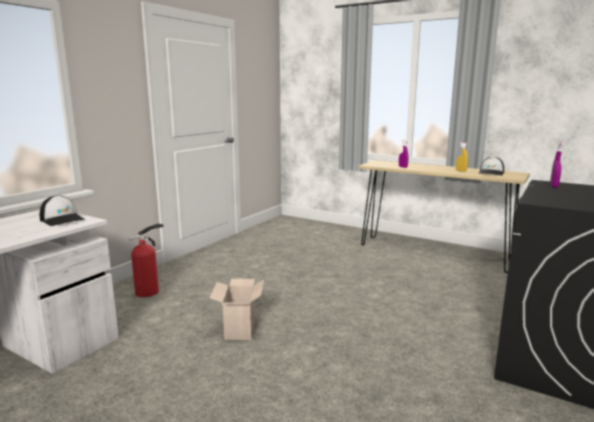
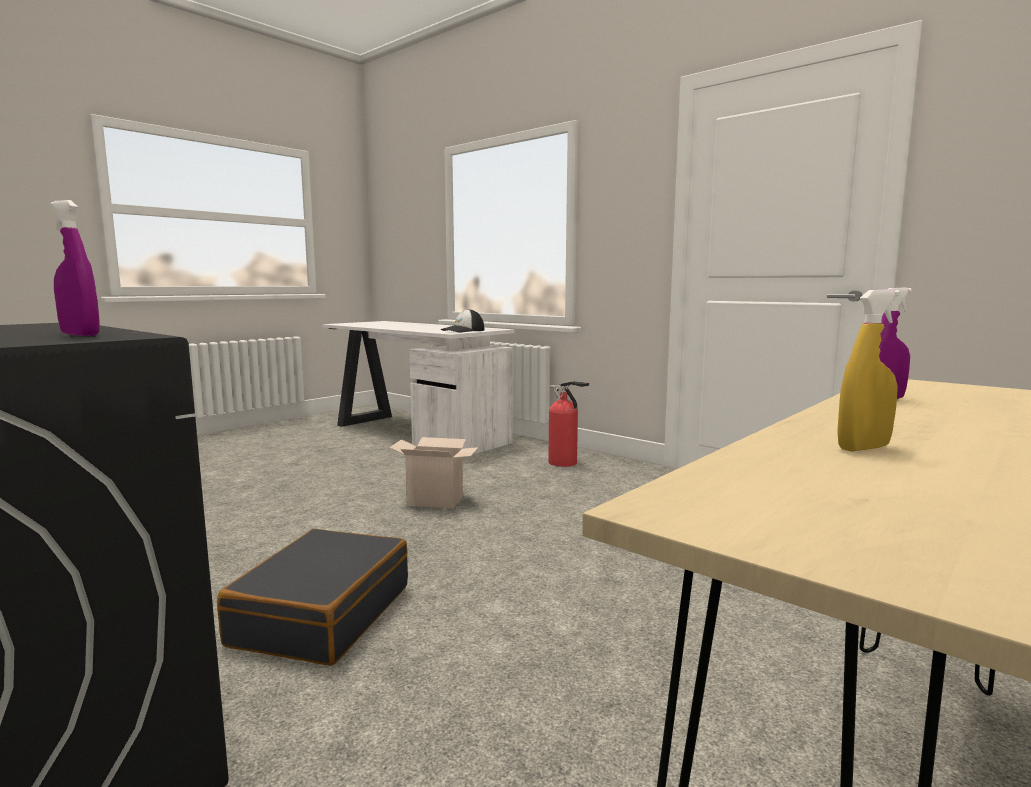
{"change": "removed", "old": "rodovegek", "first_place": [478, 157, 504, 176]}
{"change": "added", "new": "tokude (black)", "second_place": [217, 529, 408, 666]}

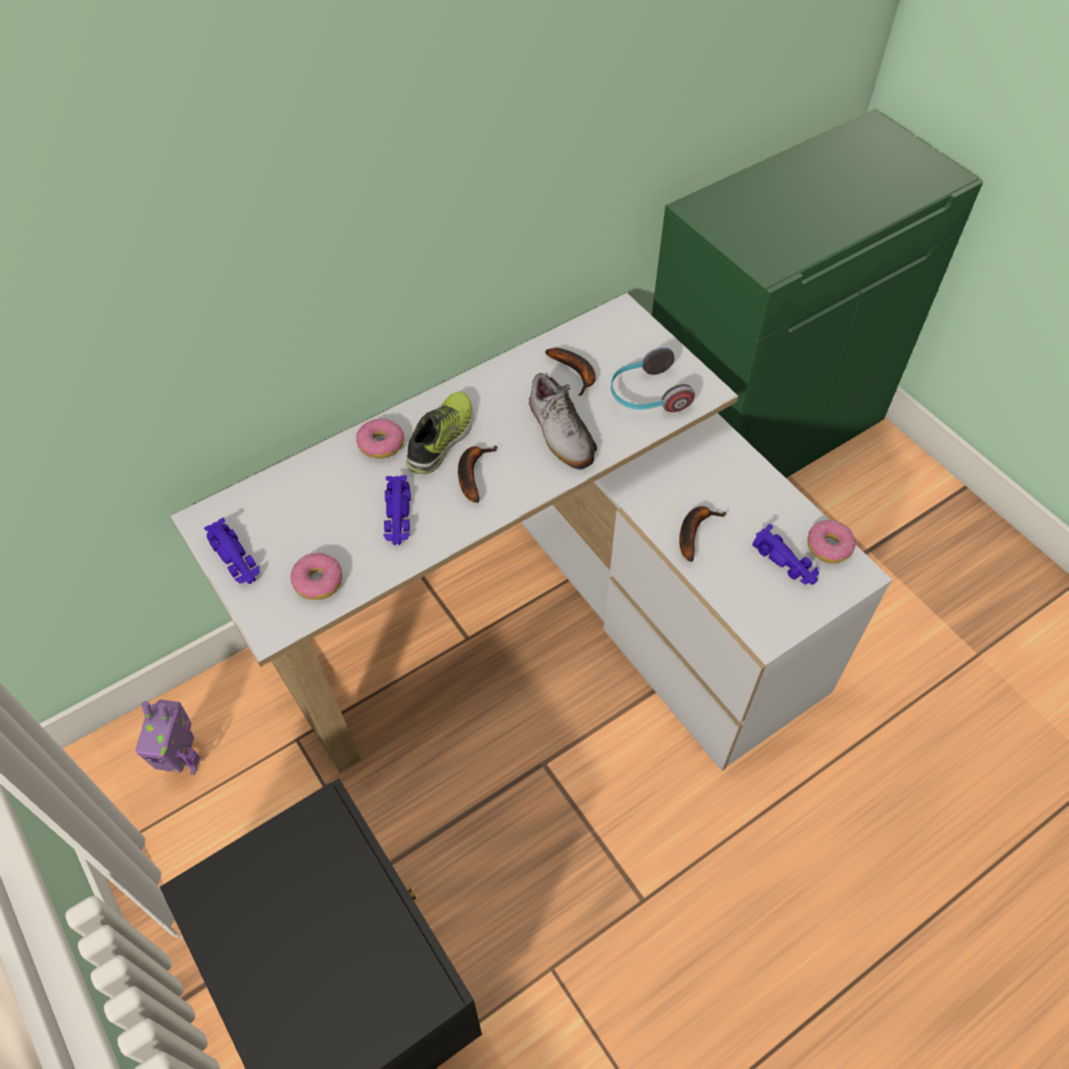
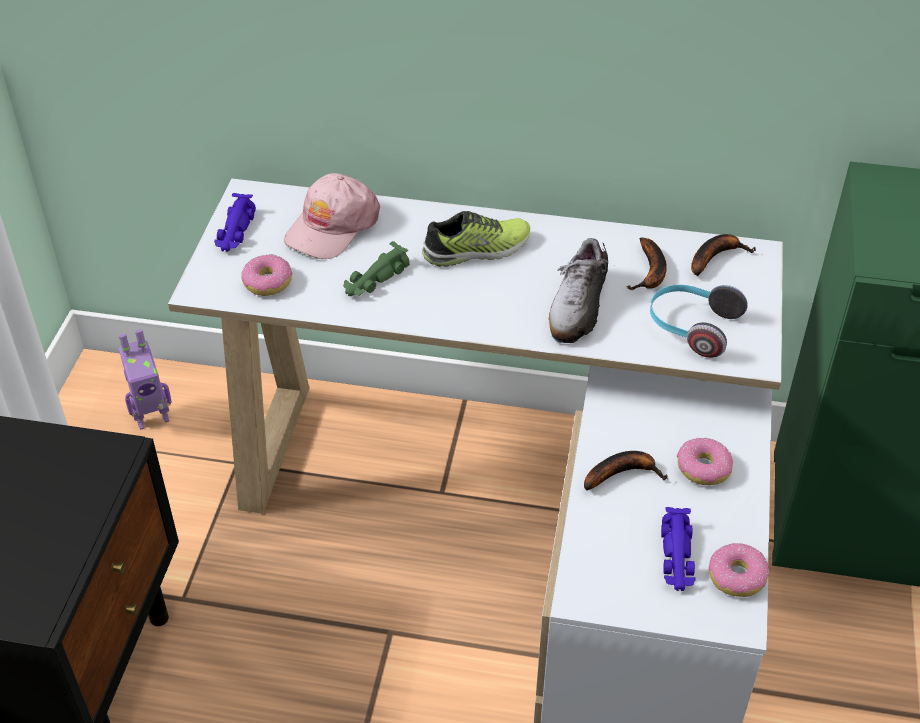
{"change": "added", "new": "rodovegek (pink)", "second_place": [284, 173, 380, 259]}
{"change": "moved", "old": "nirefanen", "first_place": [356, 419, 404, 459], "second_place": [677, 438, 733, 485]}
{"change": "moved", "old": "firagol", "first_place": [458, 446, 498, 503], "second_place": [691, 234, 755, 276]}
{"change": "recoloured", "old": "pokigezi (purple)", "new": "pokigezi (green)", "first_place": [383, 475, 411, 545], "second_place": [343, 241, 410, 296]}
{"change": "turned", "old": "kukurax", "first_place": [135, 699, 201, 775], "second_place": [119, 329, 172, 430], "degrees": -75}

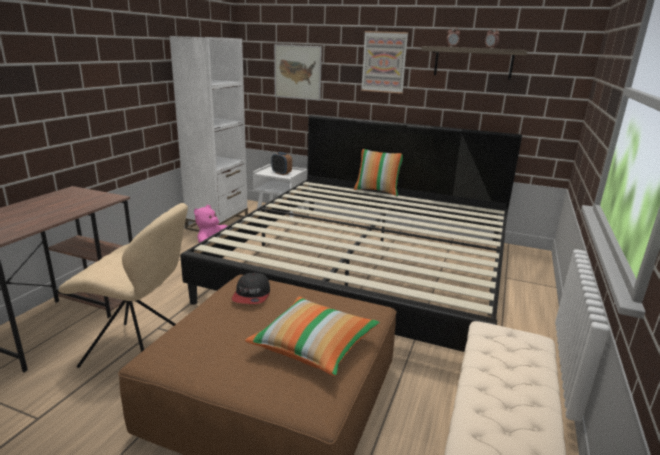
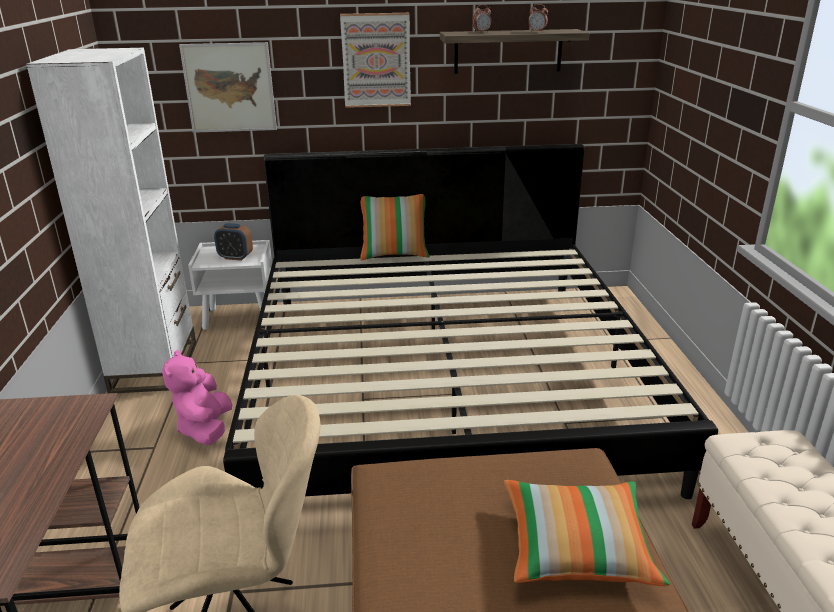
{"change": "removed", "old": "rodovegek", "first_place": [232, 273, 270, 304]}

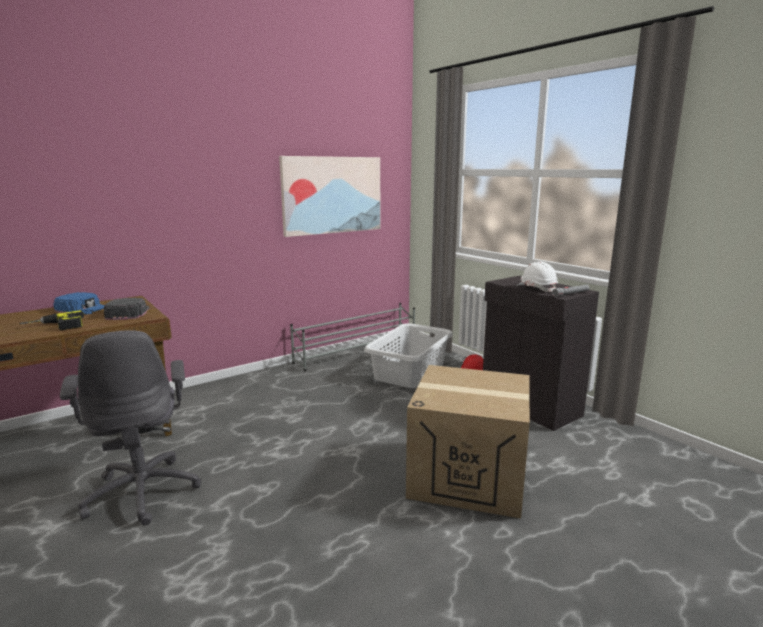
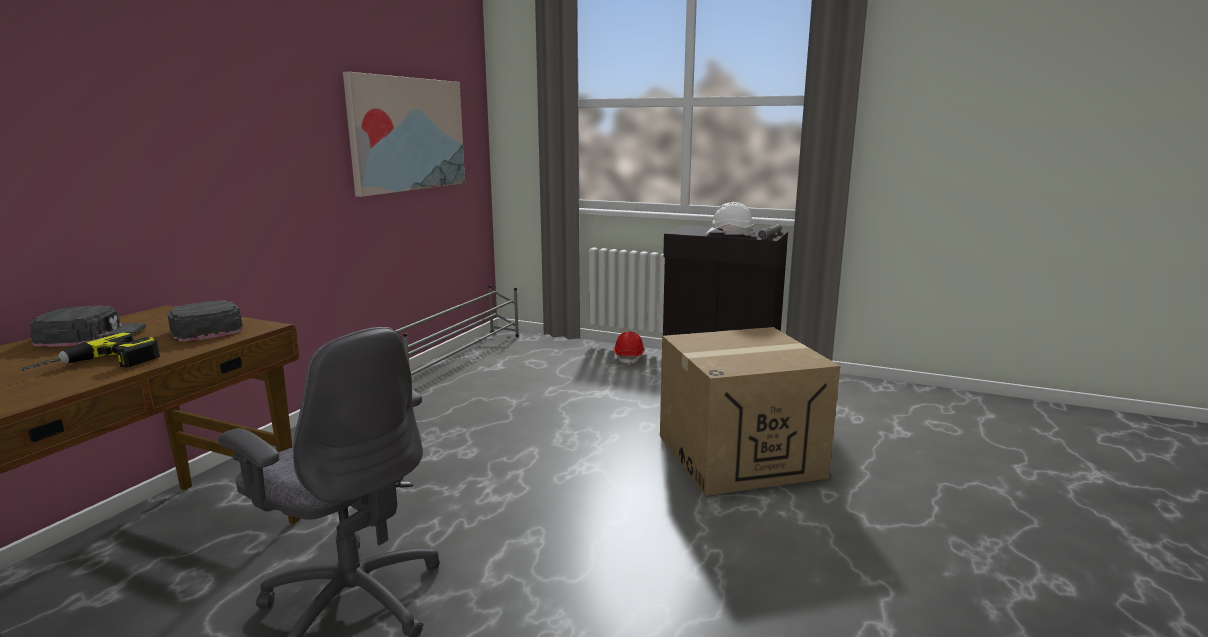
{"change": "removed", "old": "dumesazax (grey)", "first_place": [364, 323, 453, 388]}
{"change": "recoloured", "old": "rodovegek (blue)", "new": "rodovegek (black)", "first_place": [53, 292, 104, 314], "second_place": [30, 306, 146, 347]}

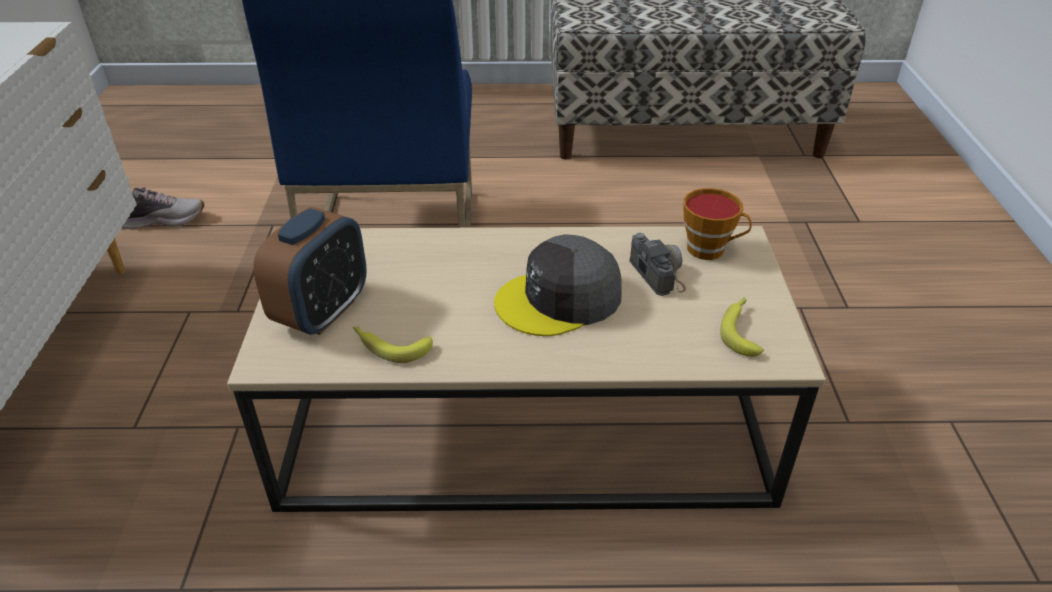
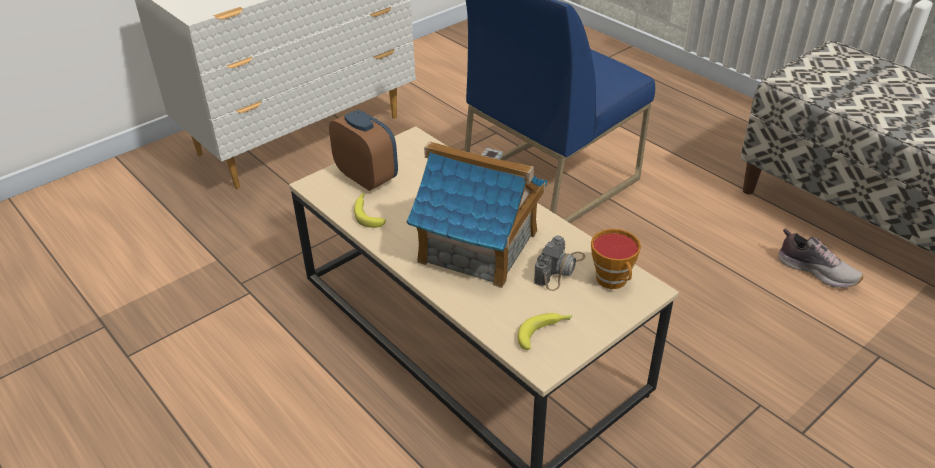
{"change": "moved", "old": "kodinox", "first_place": [122, 187, 204, 229], "second_place": [778, 228, 863, 288]}
{"change": "replaced", "old": "rodovegek (grey)", "new": "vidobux", "first_place": [494, 234, 622, 336], "second_place": [407, 141, 547, 288]}
{"change": "turned", "old": "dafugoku", "first_place": [253, 207, 367, 335], "second_place": [329, 110, 398, 191], "degrees": -120}

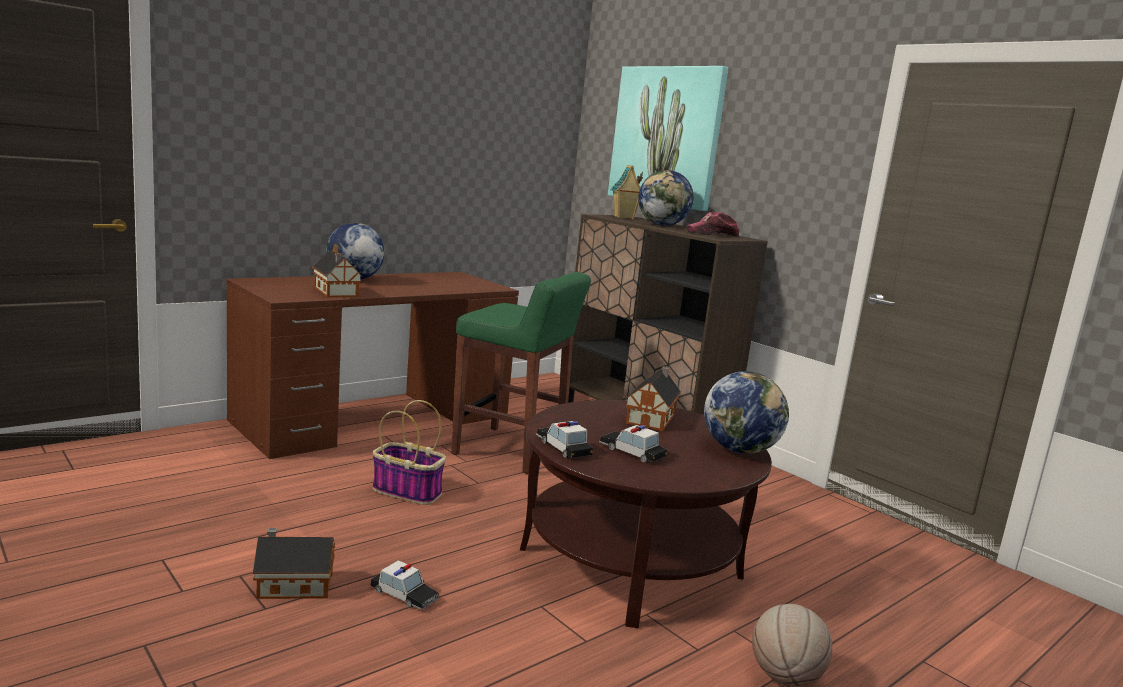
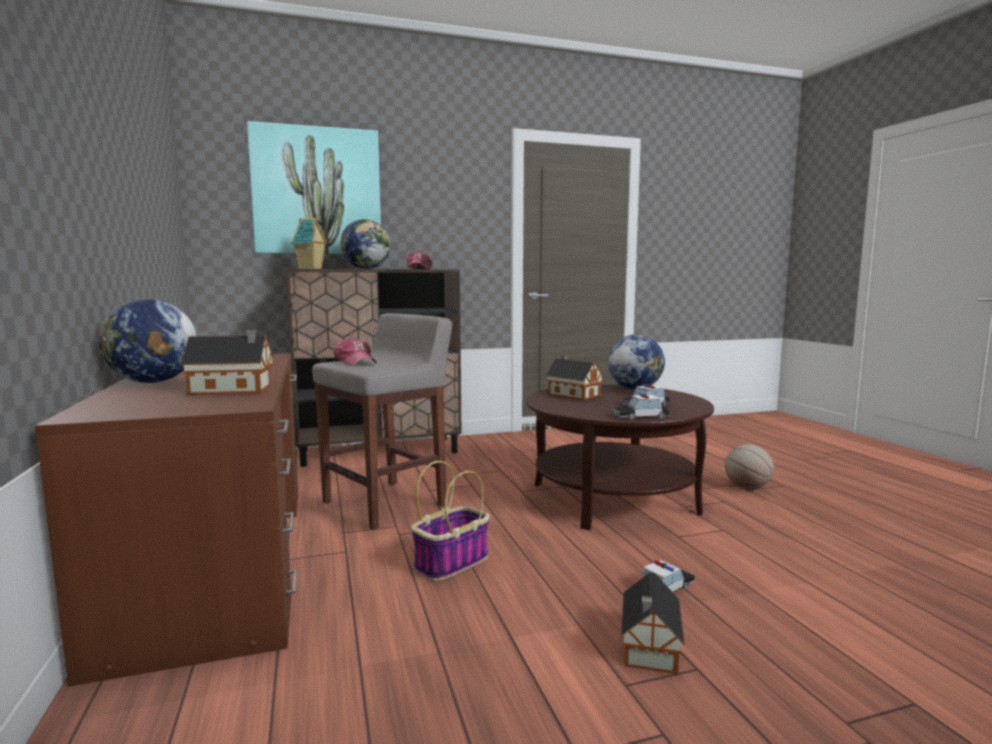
{"change": "added", "new": "rodovegek", "second_place": [333, 337, 377, 366]}
{"change": "recoloured", "old": "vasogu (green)", "new": "vasogu (grey)", "first_place": [451, 272, 591, 474], "second_place": [312, 313, 452, 530]}

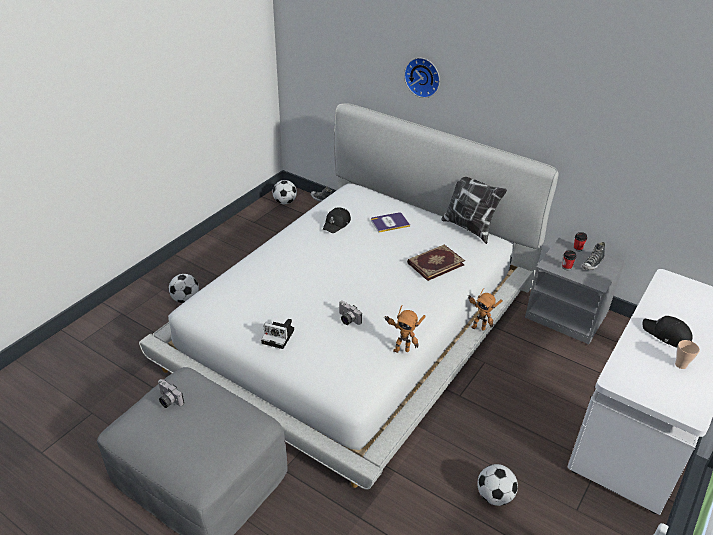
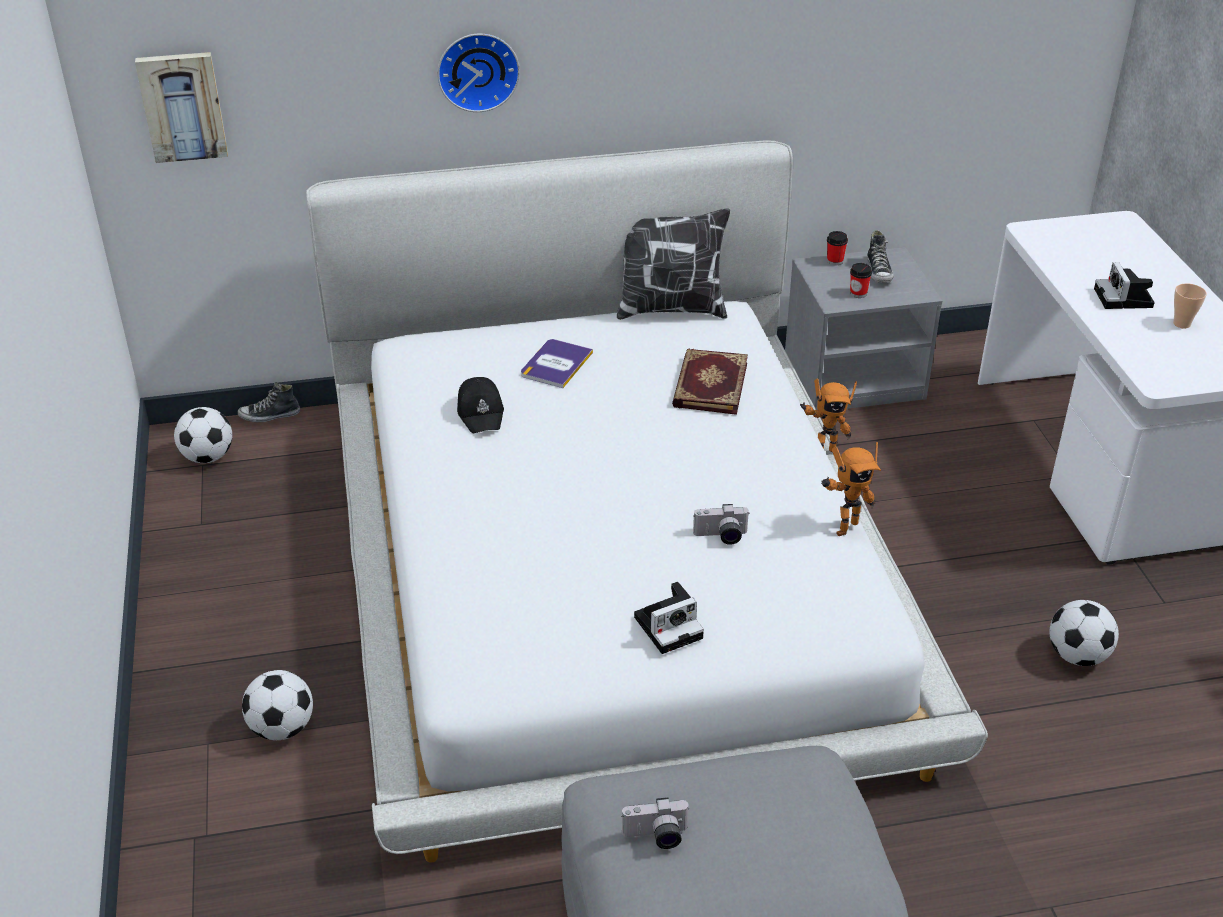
{"change": "added", "new": "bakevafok", "second_place": [135, 52, 228, 163]}
{"change": "replaced", "old": "rodovegek (black)", "new": "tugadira", "first_place": [642, 316, 693, 348], "second_place": [1094, 262, 1155, 309]}

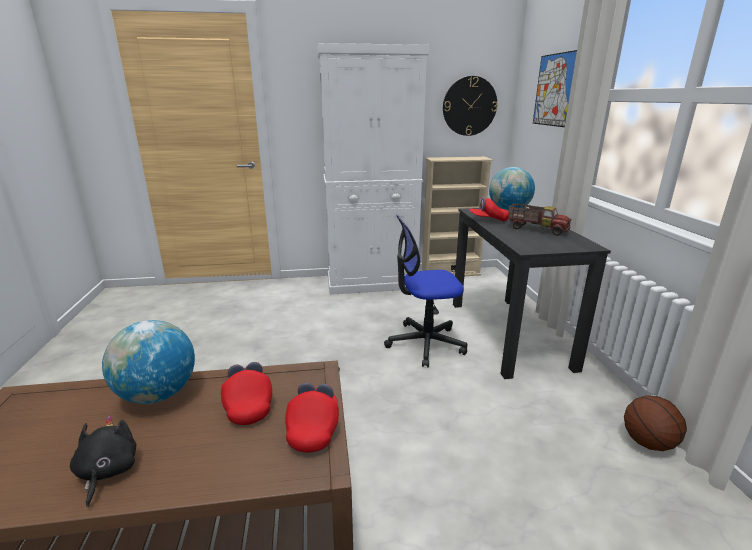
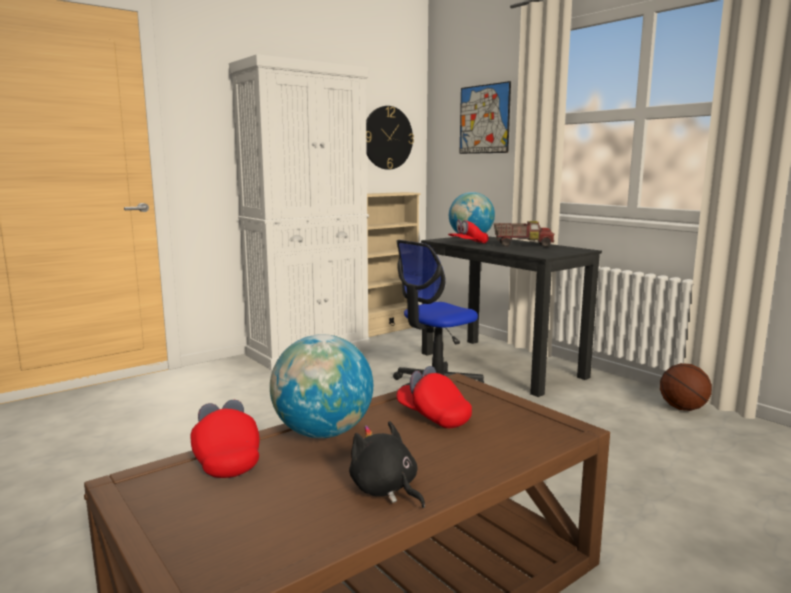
{"change": "moved", "old": "rodovegek (red)", "first_place": [285, 383, 339, 453], "second_place": [191, 400, 260, 478]}

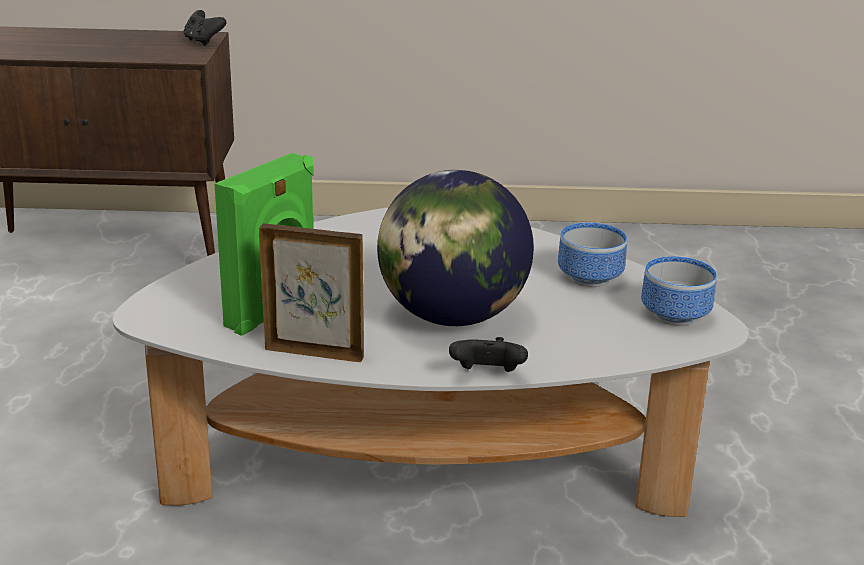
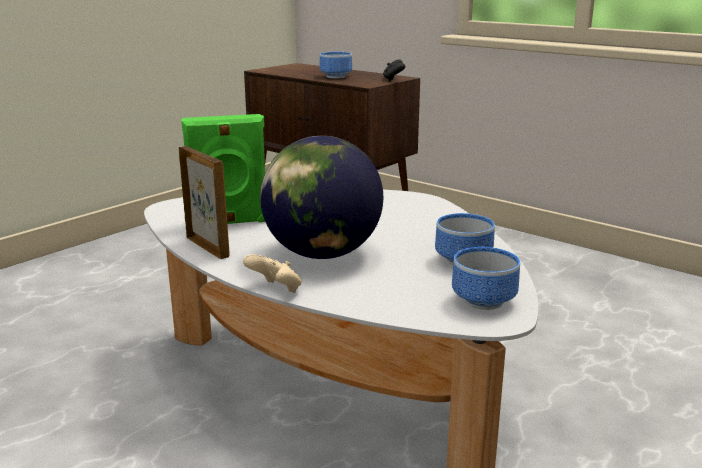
{"change": "added", "new": "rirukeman", "second_place": [320, 52, 352, 78]}
{"change": "recoloured", "old": "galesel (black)", "new": "galesel (beige)", "first_place": [449, 337, 528, 372], "second_place": [243, 254, 302, 293]}

